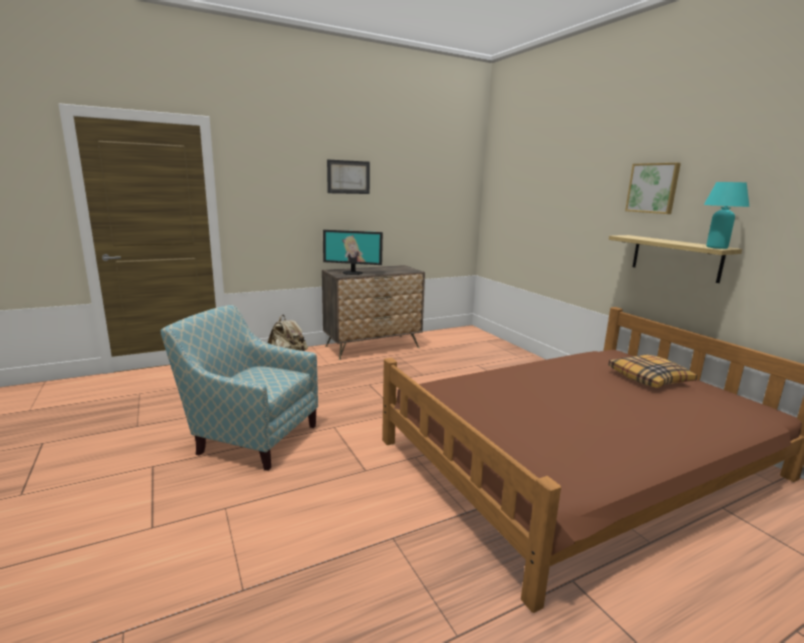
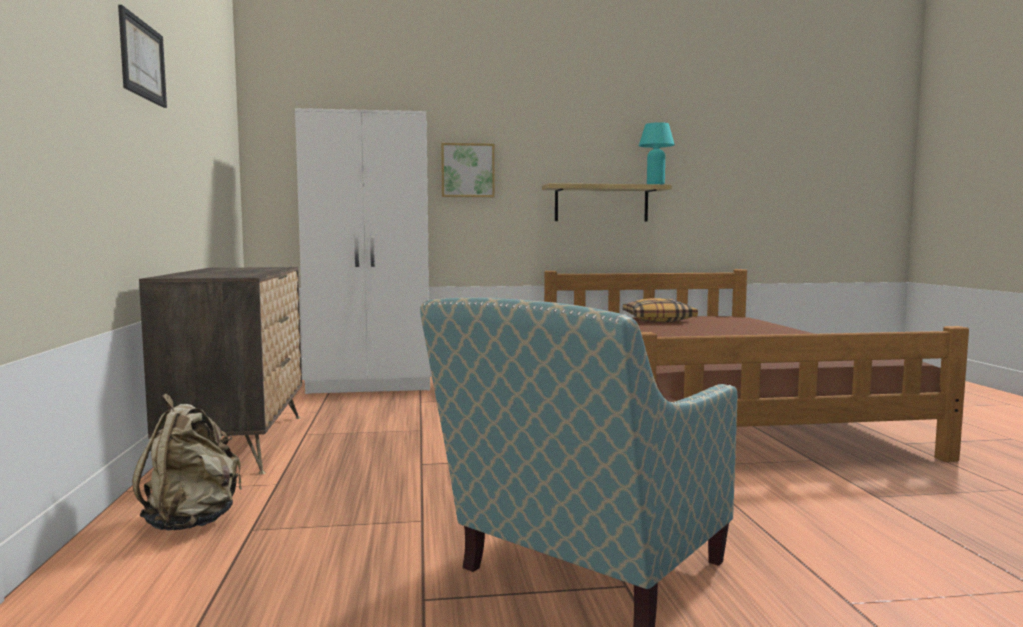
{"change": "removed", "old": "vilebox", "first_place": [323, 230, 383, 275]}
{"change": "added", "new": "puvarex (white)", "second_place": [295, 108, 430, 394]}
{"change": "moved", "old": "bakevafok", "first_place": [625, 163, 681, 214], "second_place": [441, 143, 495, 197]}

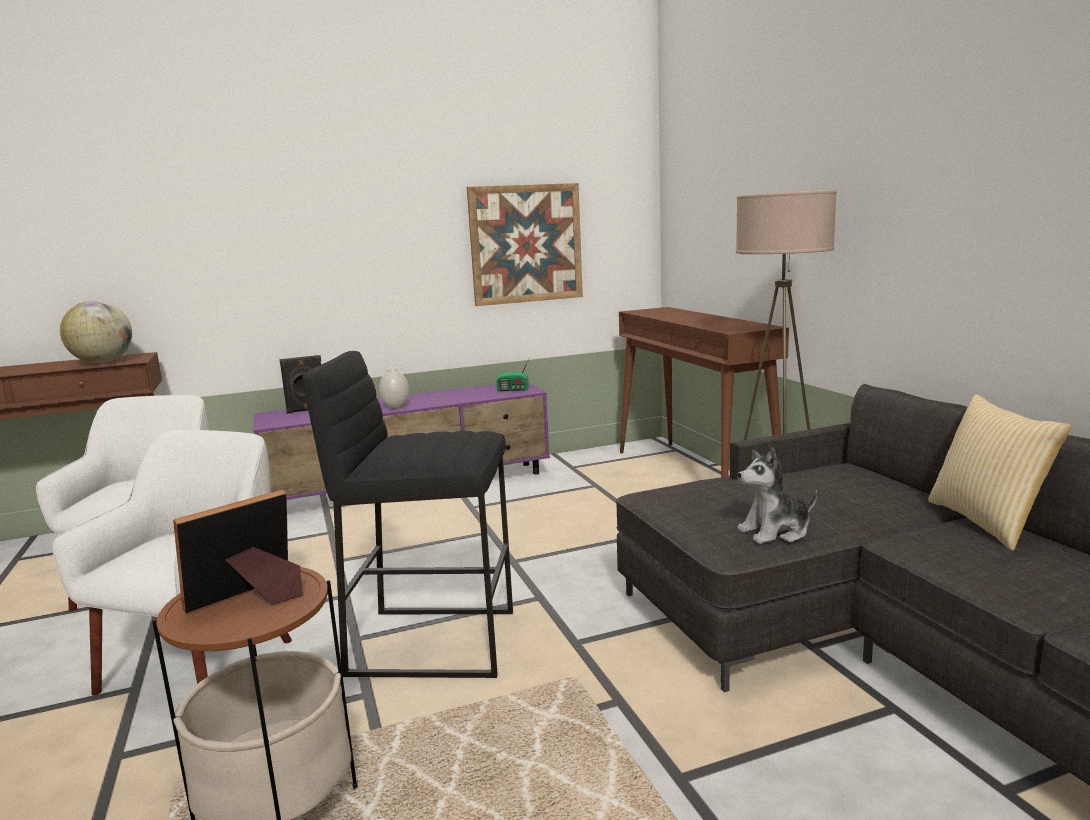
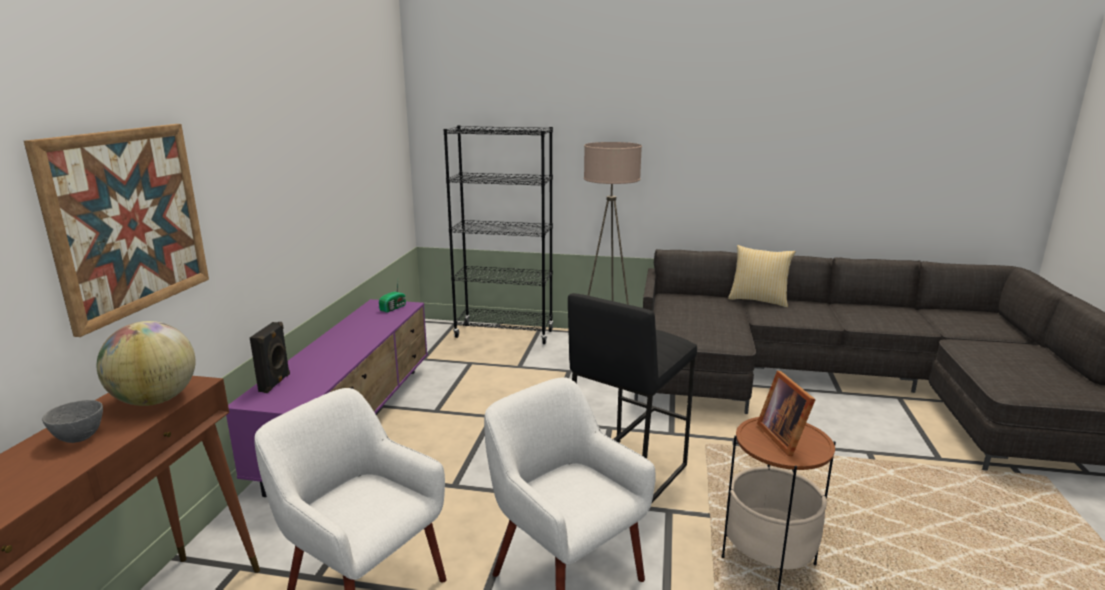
{"change": "removed", "old": "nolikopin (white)", "first_place": [379, 367, 409, 409]}
{"change": "removed", "old": "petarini", "first_place": [737, 447, 817, 544]}
{"change": "added", "new": "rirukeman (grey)", "second_place": [42, 400, 103, 443]}
{"change": "moved", "old": "bakevafok", "first_place": [467, 183, 583, 306], "second_place": [24, 124, 209, 337]}
{"change": "replaced", "old": "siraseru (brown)", "new": "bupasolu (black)", "first_place": [619, 307, 789, 478], "second_place": [444, 125, 553, 344]}

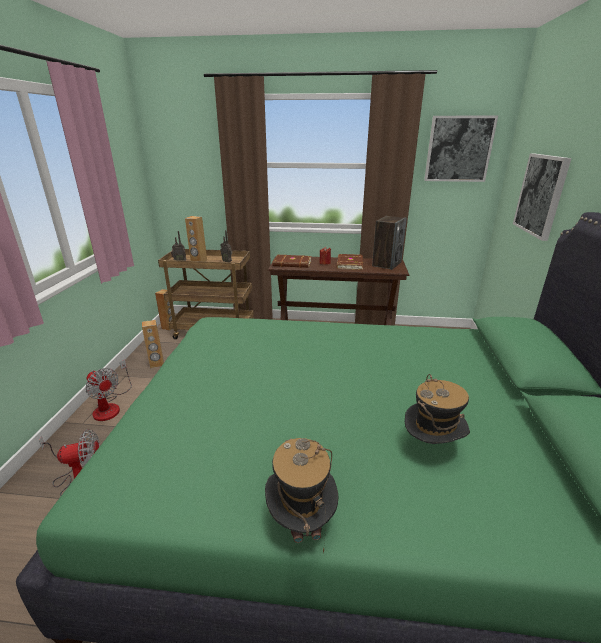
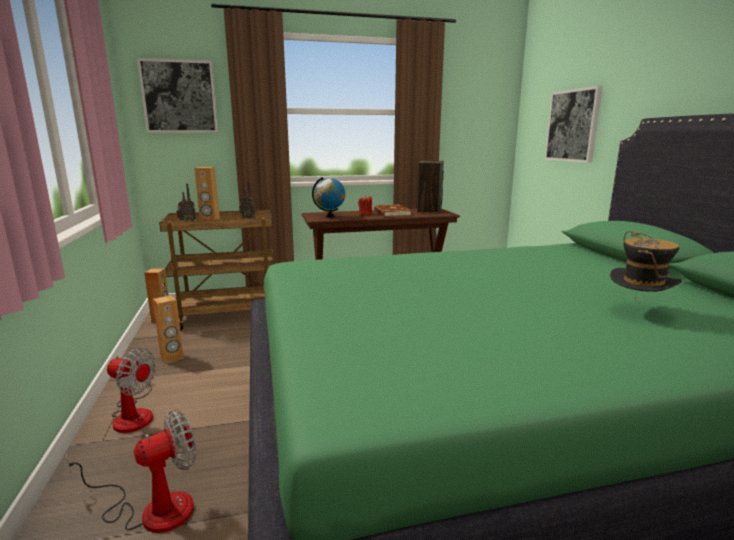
{"change": "removed", "old": "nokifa", "first_place": [265, 438, 338, 553]}
{"change": "moved", "old": "bakevafok", "first_place": [424, 115, 498, 182], "second_place": [137, 58, 218, 133]}
{"change": "replaced", "old": "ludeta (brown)", "new": "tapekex", "first_place": [272, 255, 311, 268], "second_place": [312, 177, 345, 218]}

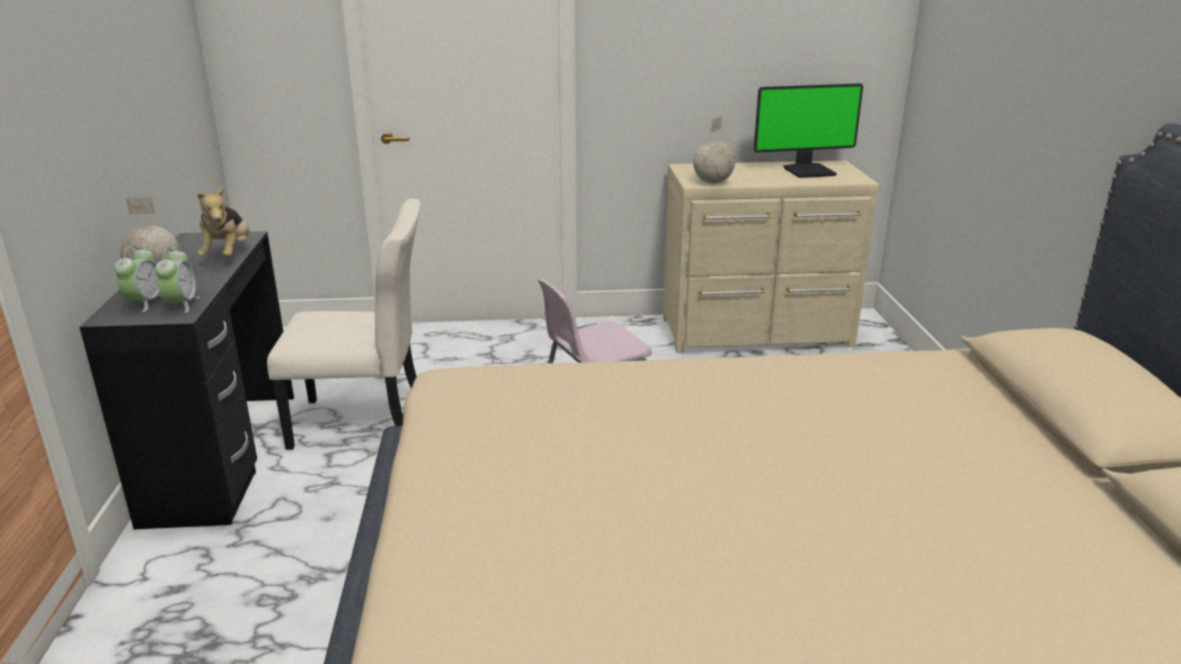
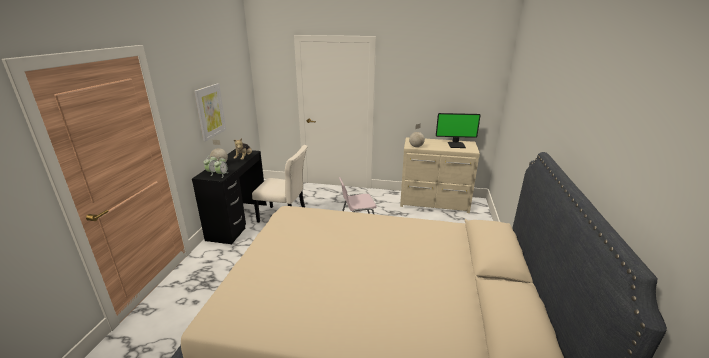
{"change": "added", "new": "bakevafok", "second_place": [194, 83, 226, 141]}

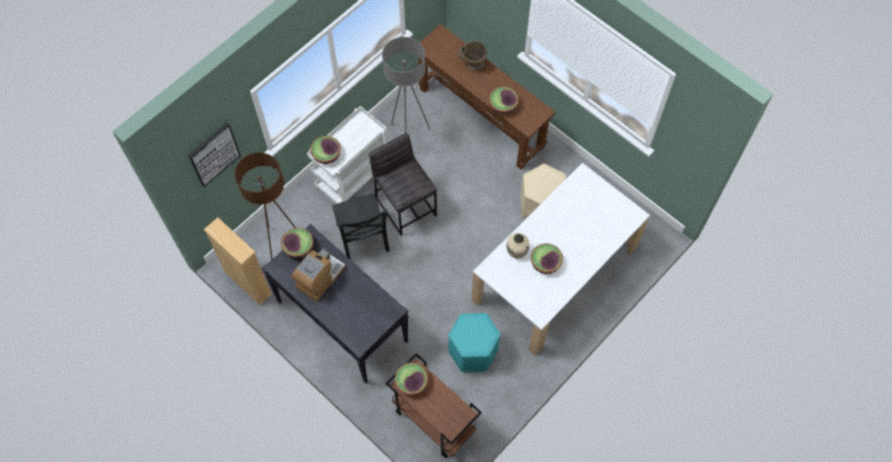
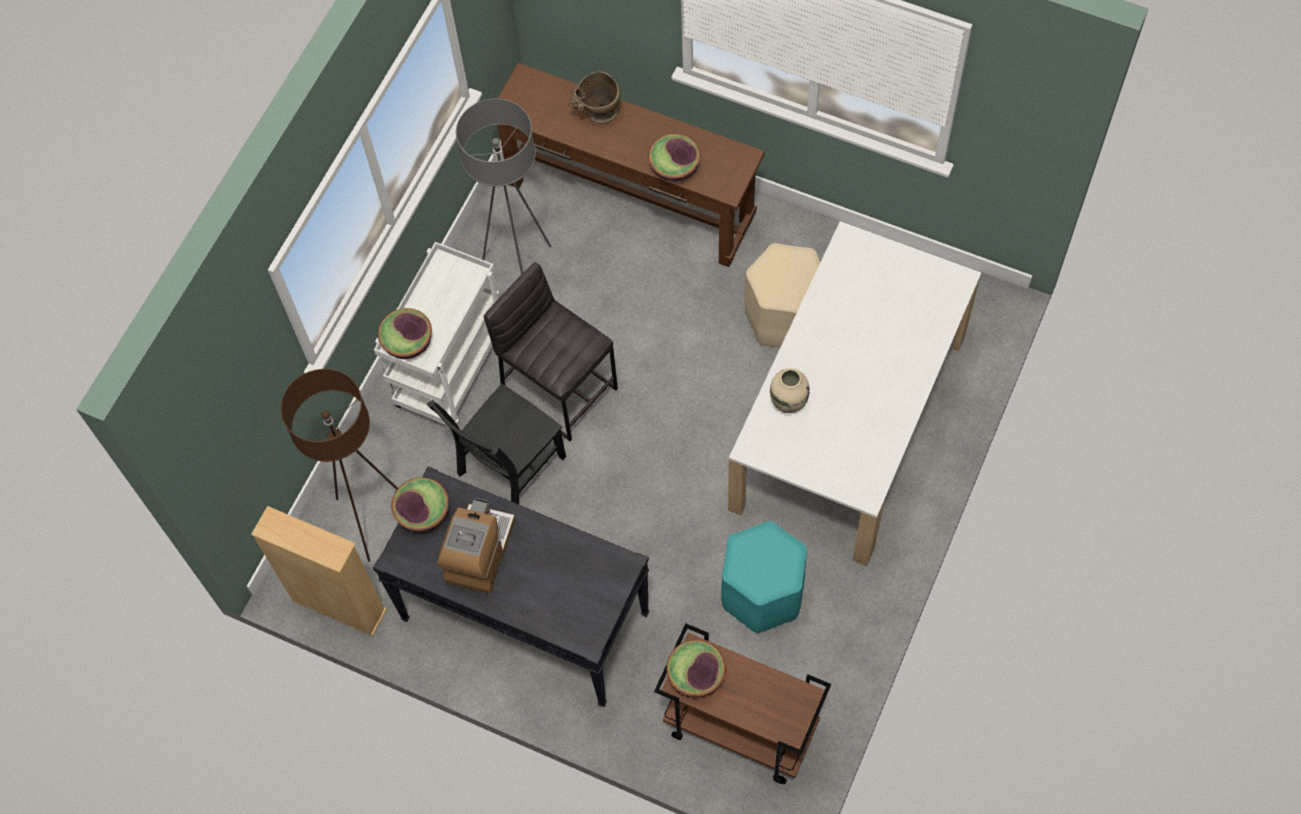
{"change": "removed", "old": "bakevafok", "first_place": [188, 123, 241, 187]}
{"change": "removed", "old": "rirukeman", "first_place": [531, 243, 563, 274]}
{"change": "turned", "old": "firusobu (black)", "first_place": [332, 194, 390, 260], "second_place": [427, 384, 566, 505], "degrees": 75}

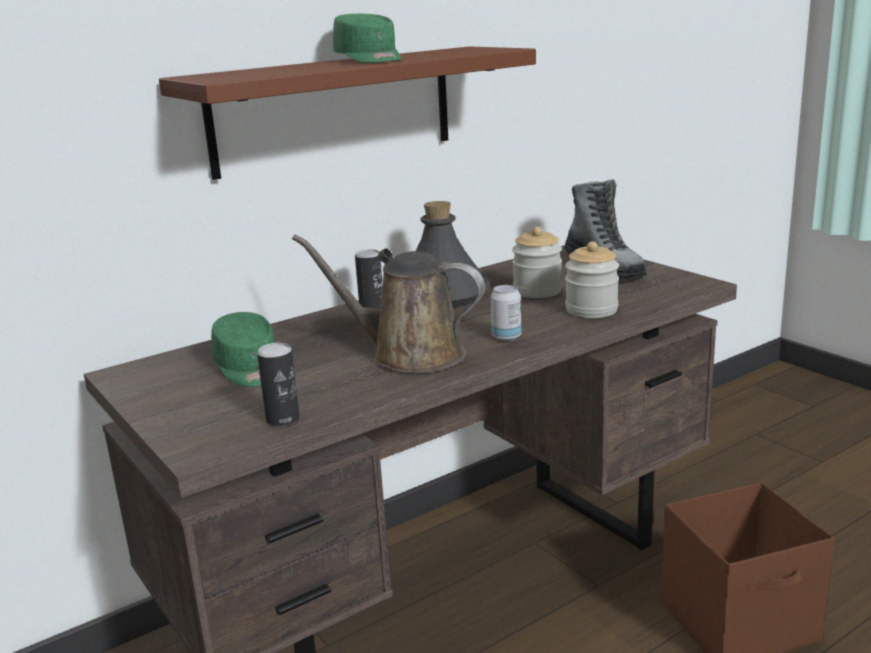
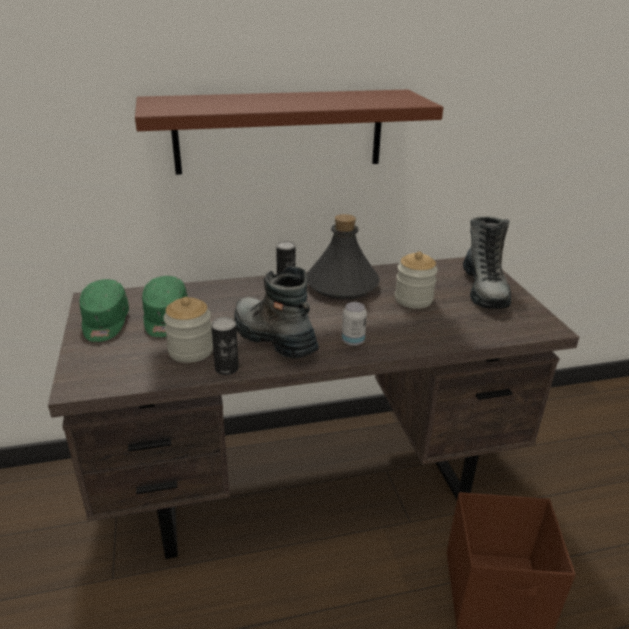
{"change": "moved", "old": "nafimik", "first_place": [257, 343, 300, 426], "second_place": [211, 317, 239, 375]}
{"change": "moved", "old": "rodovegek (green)", "first_place": [333, 14, 401, 63], "second_place": [80, 279, 129, 342]}
{"change": "moved", "old": "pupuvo", "first_place": [565, 241, 619, 318], "second_place": [163, 297, 213, 363]}
{"change": "replaced", "old": "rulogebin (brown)", "new": "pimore", "first_place": [292, 235, 485, 373], "second_place": [234, 266, 319, 359]}

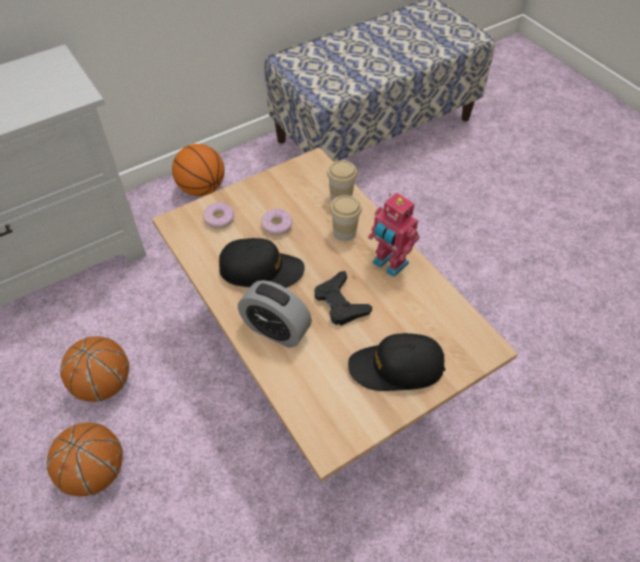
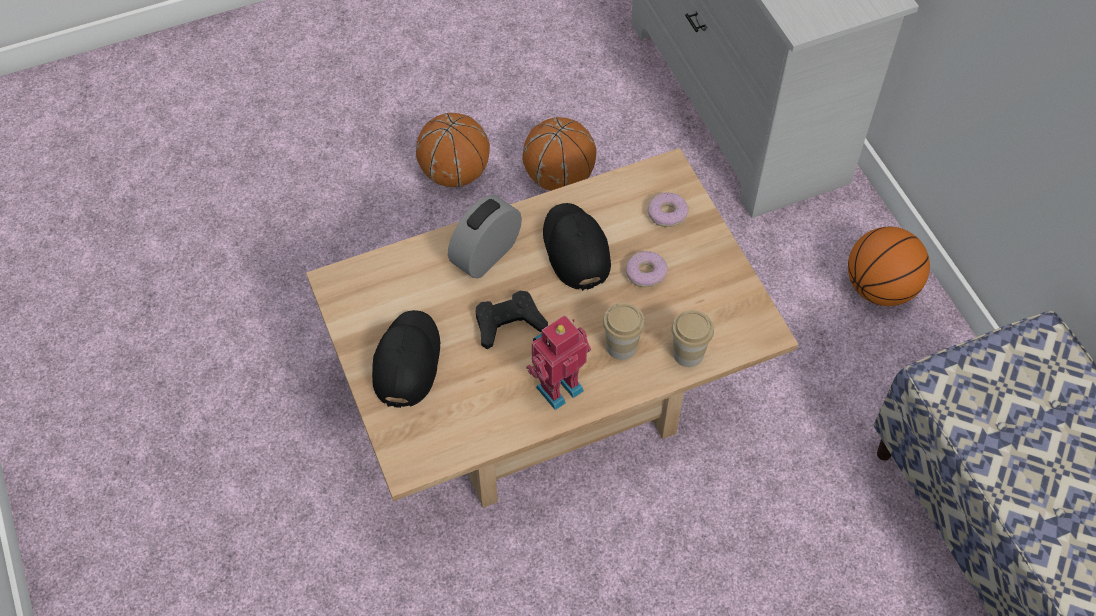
{"change": "turned", "old": "rodovegek (black)", "first_place": [219, 238, 304, 288], "second_place": [543, 203, 611, 291], "degrees": 150}

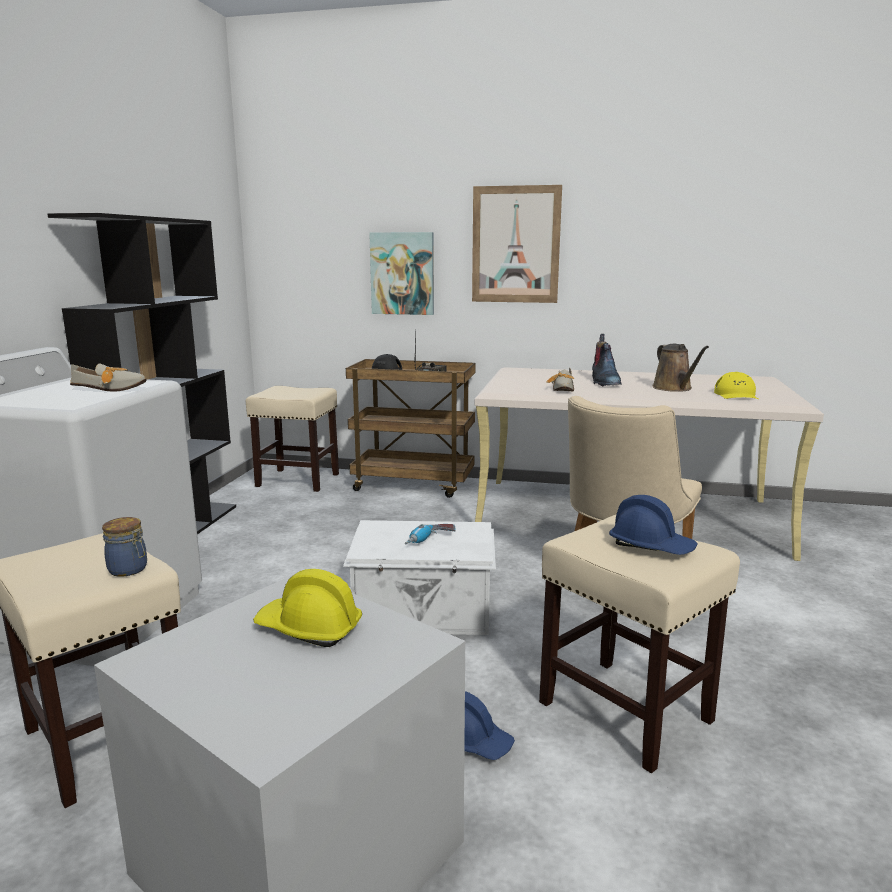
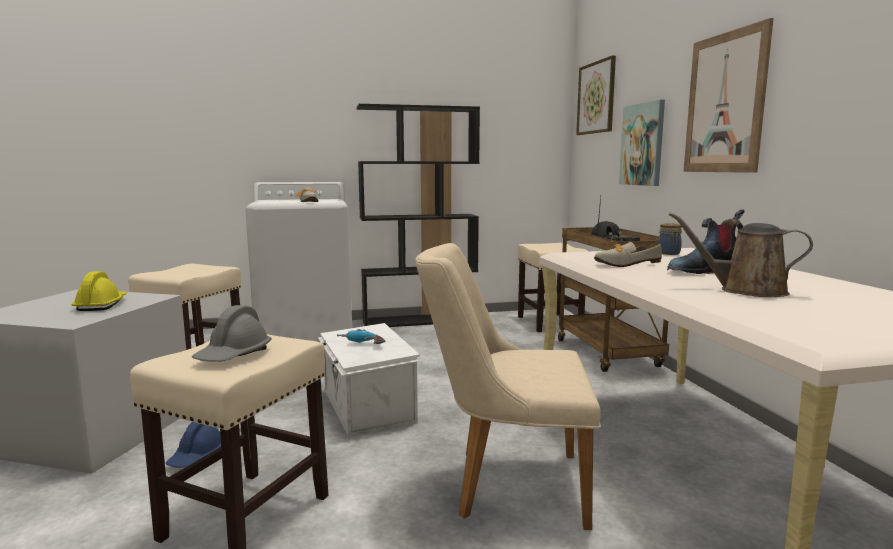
{"change": "removed", "old": "rodovegek (yellow)", "first_place": [714, 372, 758, 399]}
{"change": "added", "new": "bakevafok", "second_place": [576, 55, 616, 135]}
{"change": "moved", "old": "pupuvo", "first_place": [102, 517, 147, 577], "second_place": [658, 223, 682, 255]}
{"change": "recoloured", "old": "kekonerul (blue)", "new": "kekonerul (grey)", "first_place": [609, 495, 698, 555], "second_place": [192, 305, 272, 361]}
{"change": "turned", "old": "rulogebin (brown)", "first_place": [652, 344, 709, 392], "second_place": [669, 212, 813, 297], "degrees": 60}

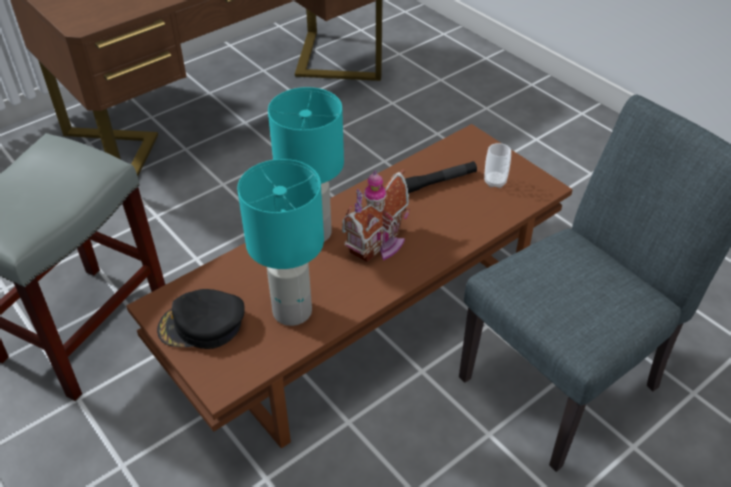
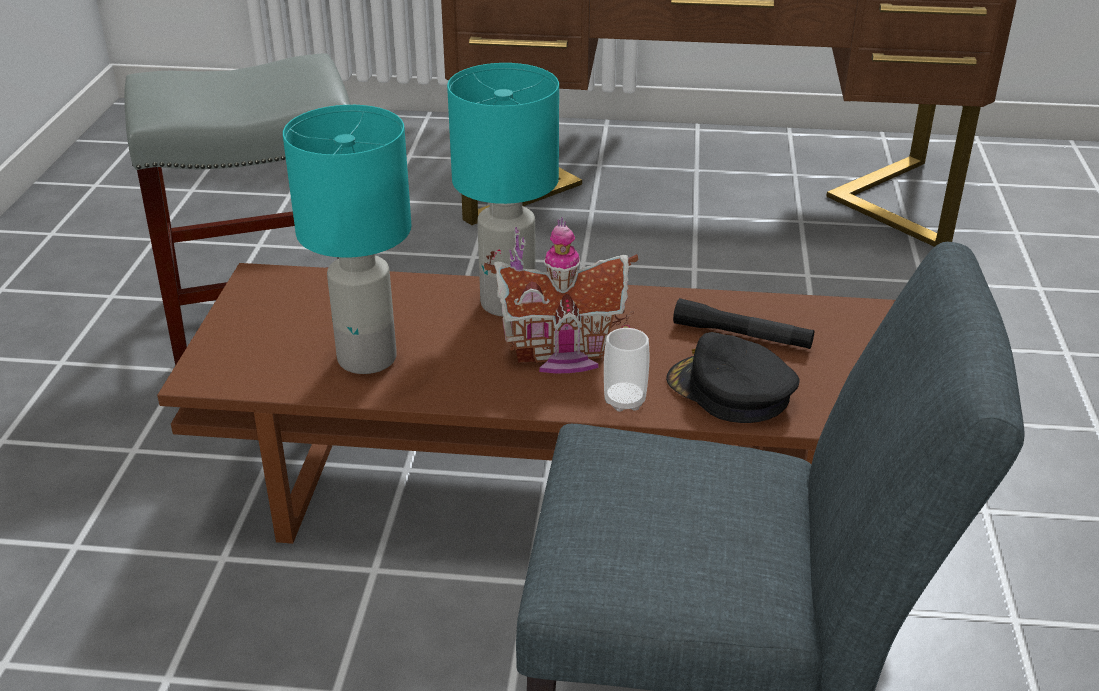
{"change": "moved", "old": "rodovegek (black)", "first_place": [157, 289, 245, 349], "second_place": [666, 332, 800, 423]}
{"change": "moved", "old": "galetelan", "first_place": [484, 143, 511, 188], "second_place": [604, 328, 649, 412]}

